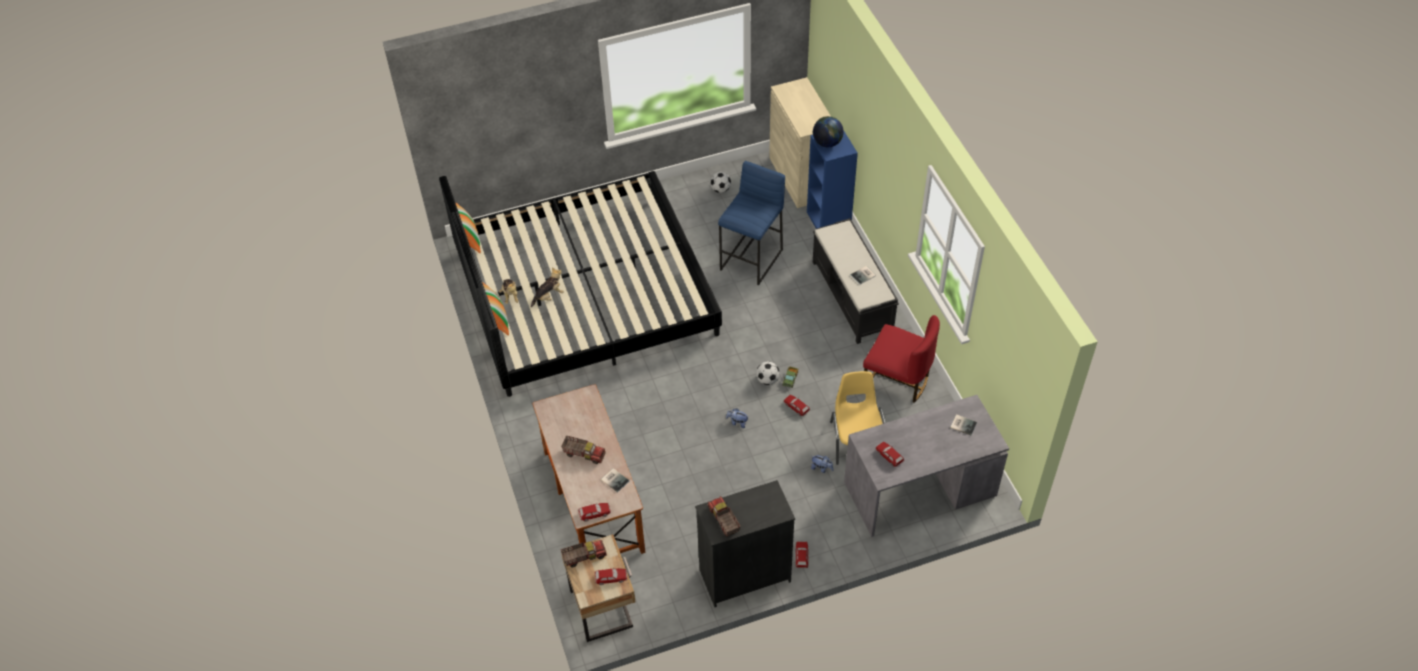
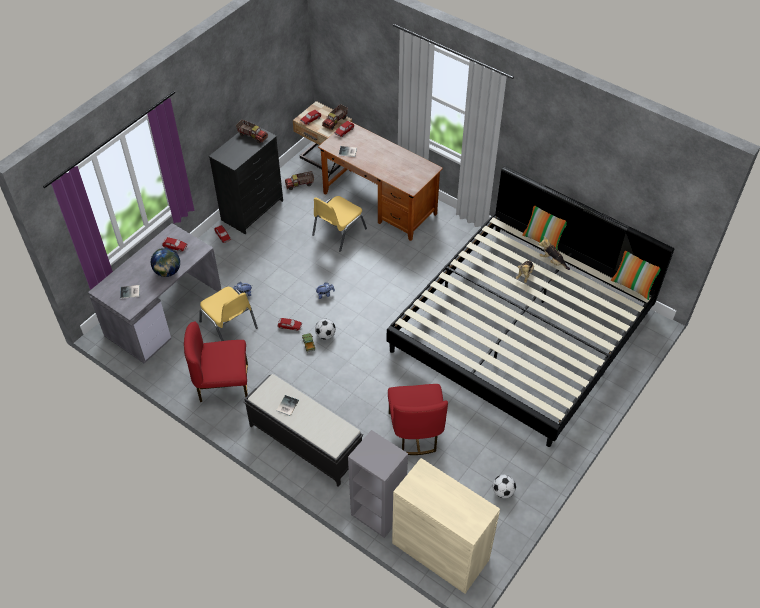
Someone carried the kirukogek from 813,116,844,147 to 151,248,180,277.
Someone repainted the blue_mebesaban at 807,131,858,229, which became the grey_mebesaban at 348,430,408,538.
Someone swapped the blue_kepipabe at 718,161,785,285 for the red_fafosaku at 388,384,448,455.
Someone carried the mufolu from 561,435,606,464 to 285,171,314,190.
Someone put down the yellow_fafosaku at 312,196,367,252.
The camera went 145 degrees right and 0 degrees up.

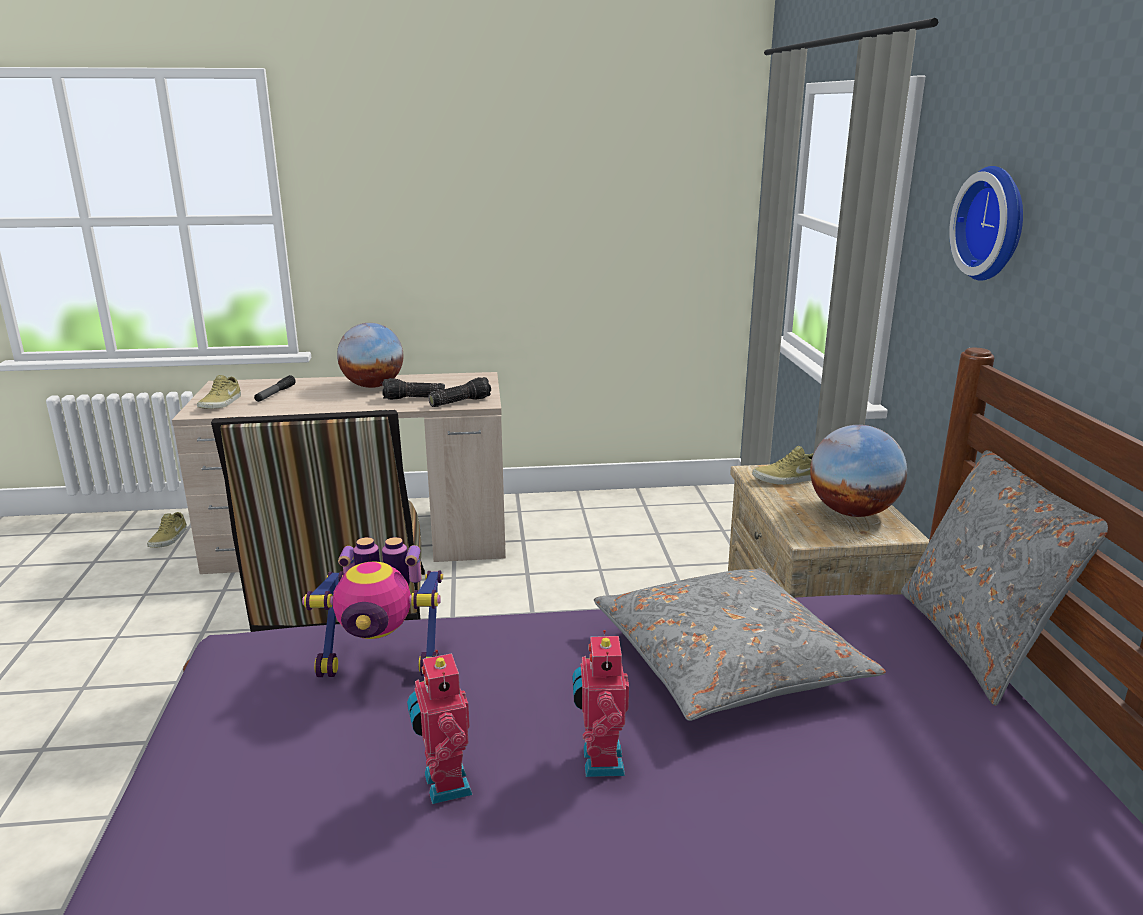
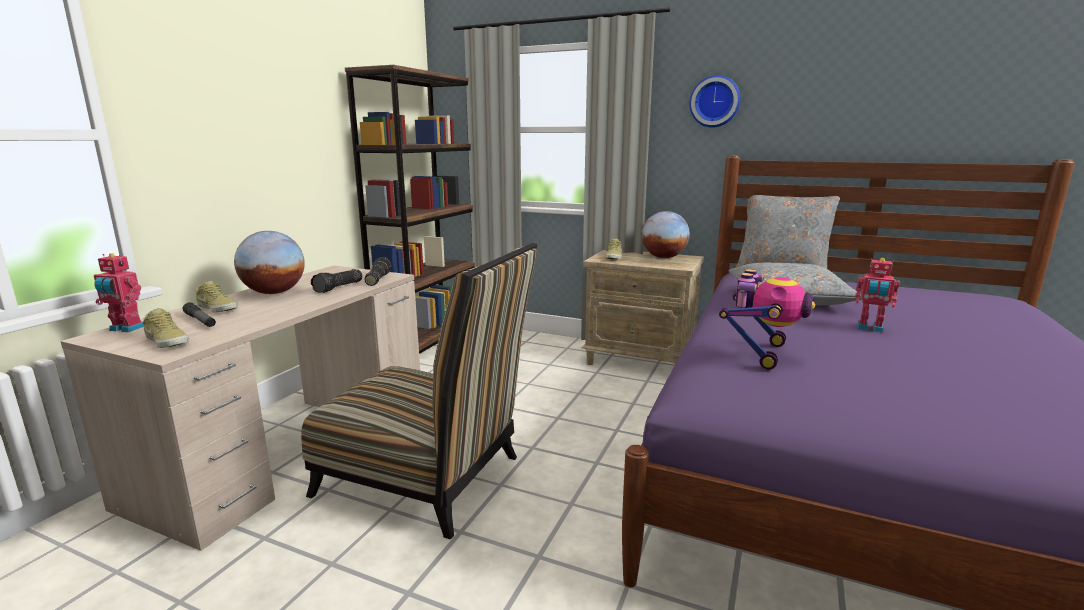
Someone carried the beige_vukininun from 147,512,187,548 to 196,281,238,313.
Someone carried the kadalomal from 407,650,473,804 to 94,253,144,332.
Someone put down the brown_mebesaban at 345,65,475,354.
The camera went 60 degrees left and 5 degrees down.

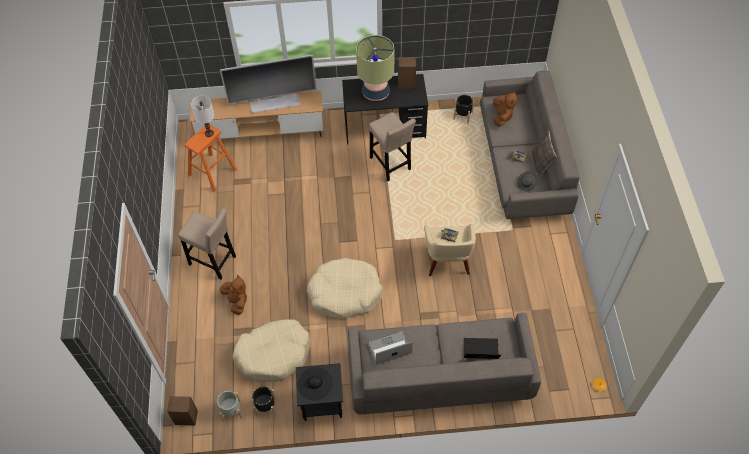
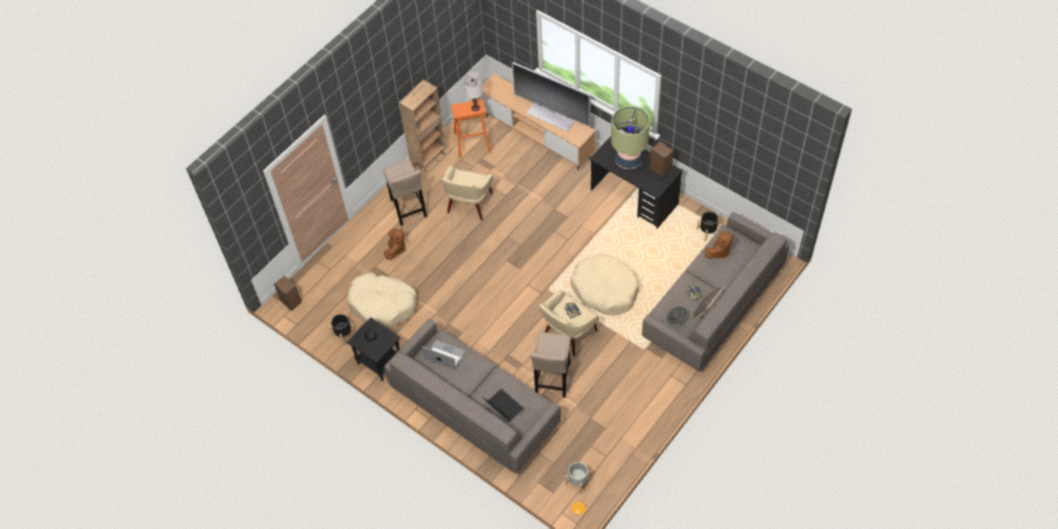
Someone carried the beige_kepipabe from 369,112,416,181 to 530,332,570,398.
Someone carried the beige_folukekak from 307,258,383,319 to 571,254,639,315.
Someone carried the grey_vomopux from 217,391,243,422 to 565,462,591,494.
Someone put down the brown_mebesaban at 399,80,446,173.
Someone put down the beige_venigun at 441,166,493,221.
The camera went 45 degrees right and 0 degrees up.

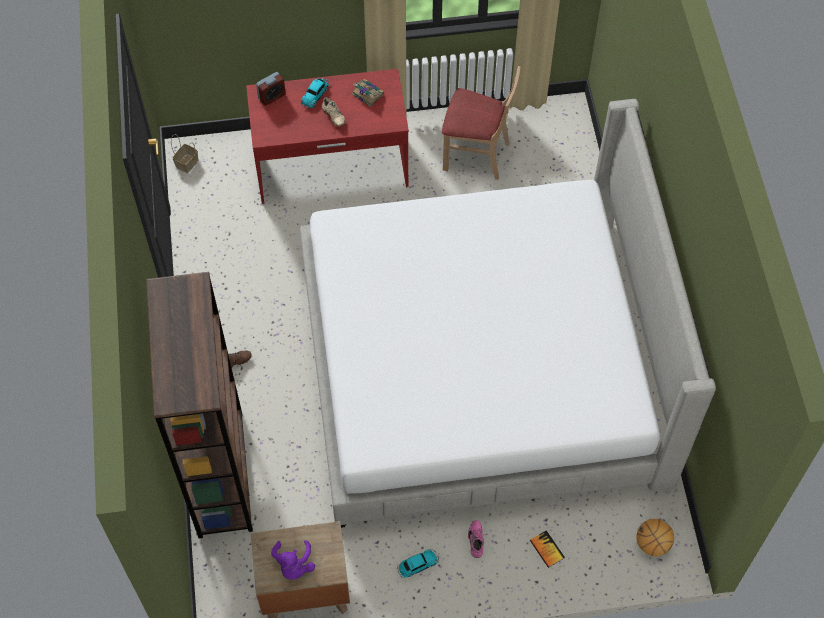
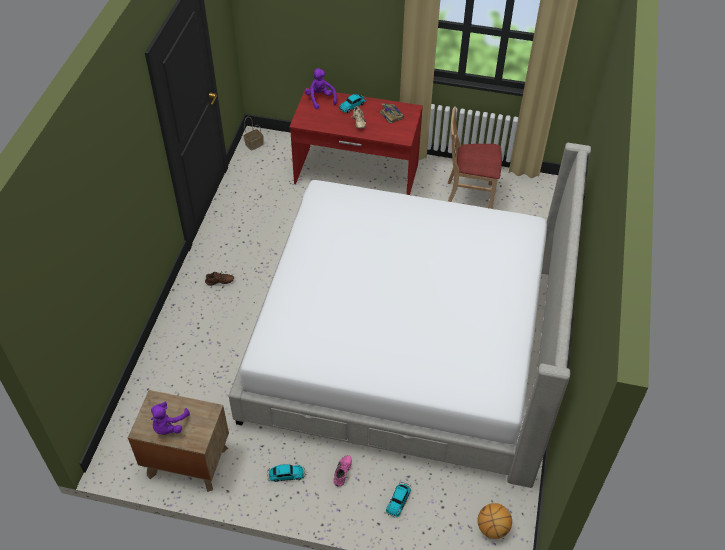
Someone rotated the beige_fafosaku at 442,66,521,180 by 150 degrees clockwise.
Someone swapped the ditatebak at 256,72,286,106 for the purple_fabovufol at 305,68,337,110.
Someone took away the brown_mebesaban at 146,272,253,538.
Someone swapped the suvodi at 530,530,565,568 for the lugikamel at 386,482,412,517.
The camera went 20 degrees right and 10 degrees down.

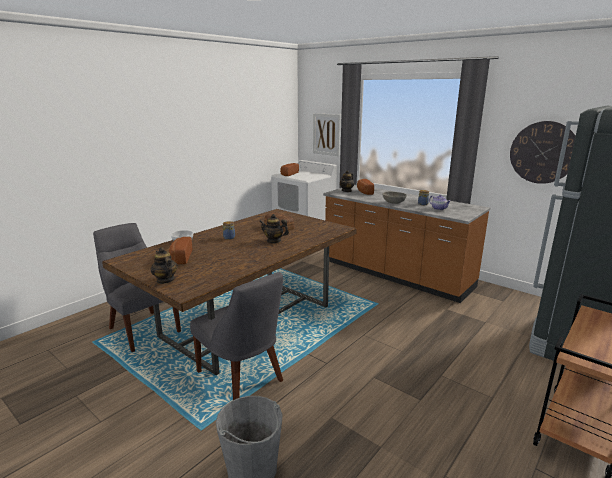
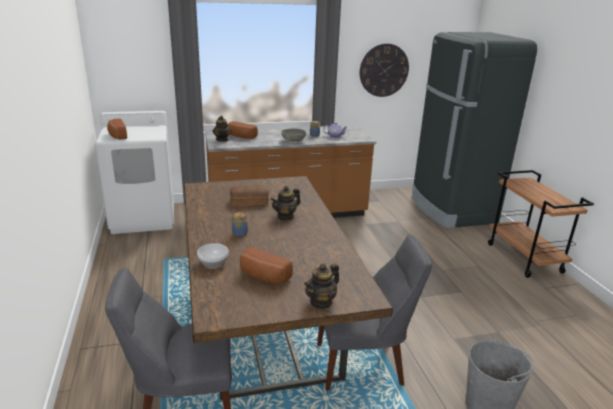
Someone took away the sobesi at 313,113,341,156.
Someone rotated the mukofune at 150,247,178,284 by 45 degrees counterclockwise.
The camera went 55 degrees left and 5 degrees up.

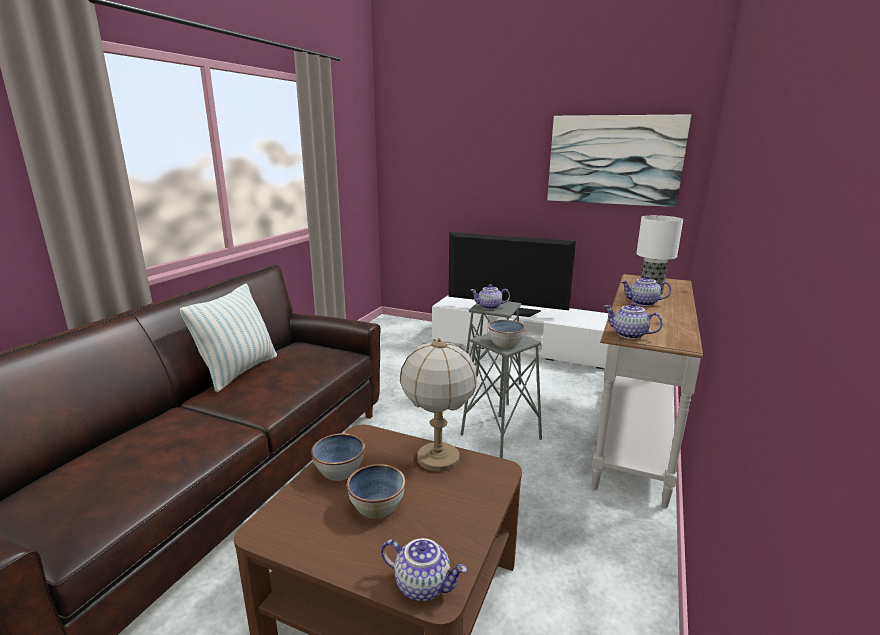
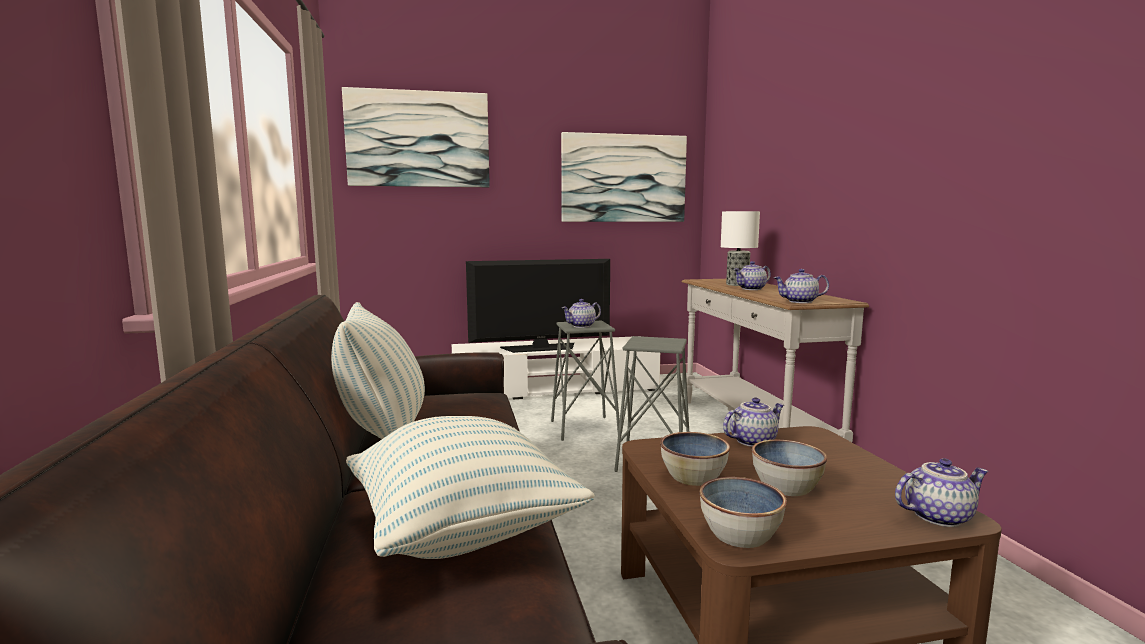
Someone carried the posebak from 488,320,525,348 to 700,477,787,548.
Someone swapped the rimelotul at 400,338,477,472 for the mukofune at 723,398,784,447.
Someone put up the sobesi at 342,87,490,187.
Someone put down the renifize at 346,416,595,559.
The camera went 35 degrees left and 10 degrees down.

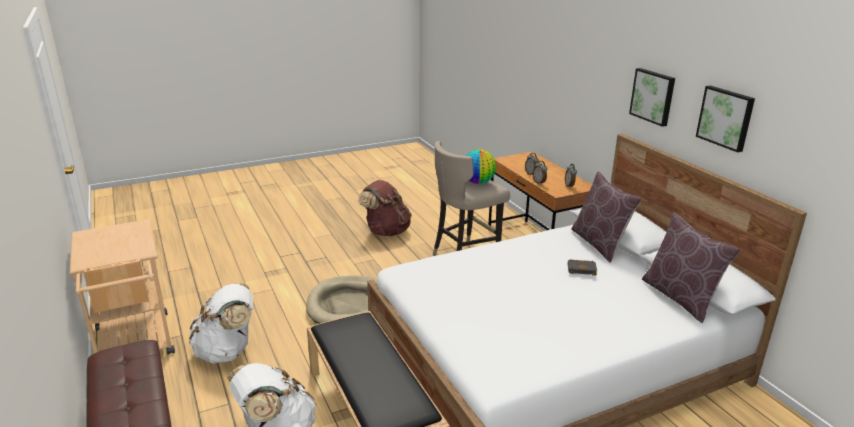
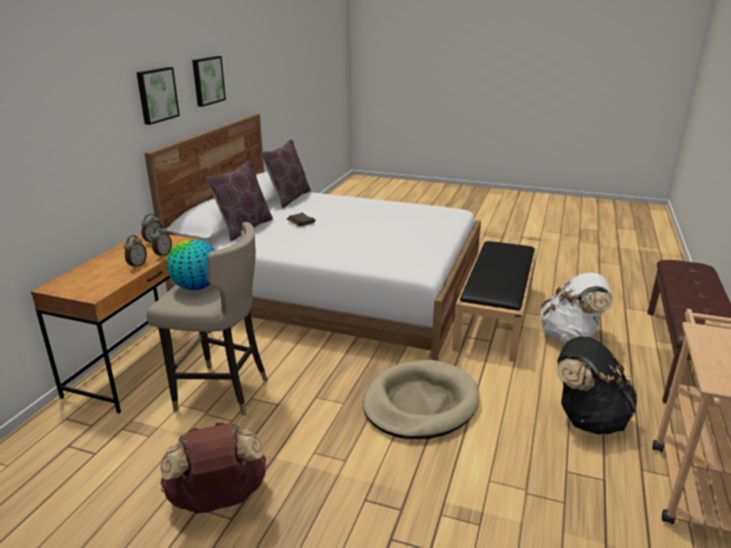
Someone repainted the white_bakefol at 189,283,253,363, which became the black_bakefol at 557,335,637,435.
The camera went 135 degrees left and 0 degrees up.

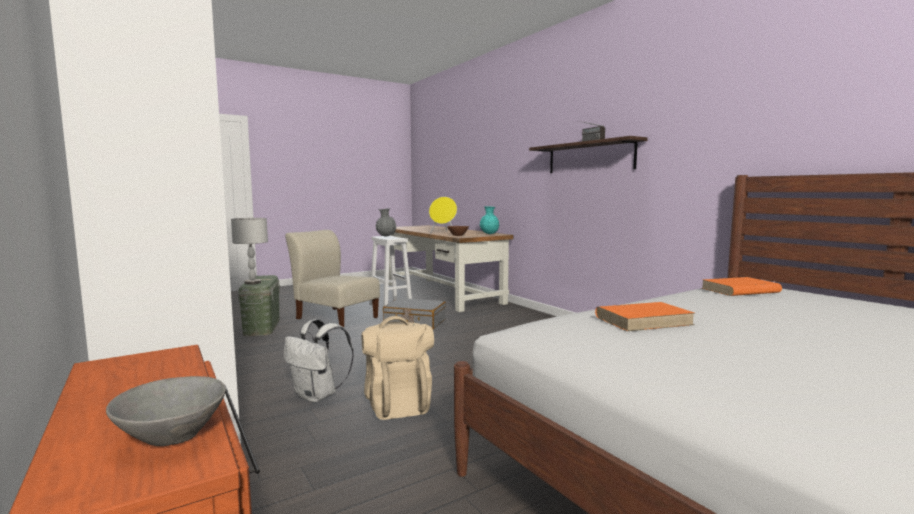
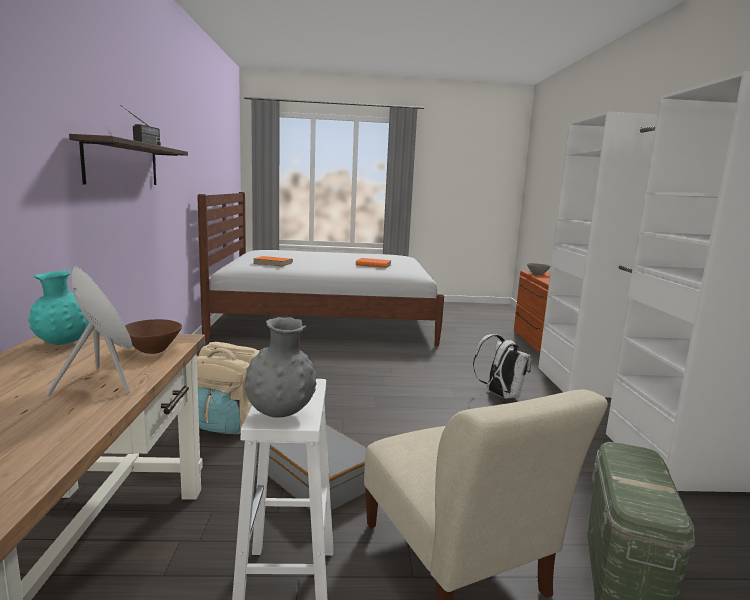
Someone took away the grey_rimelotul at 231,218,268,285.
Someone carried the beige_bakefol from 362,316,434,420 to 197,342,260,435.
The camera went 150 degrees left and 5 degrees up.

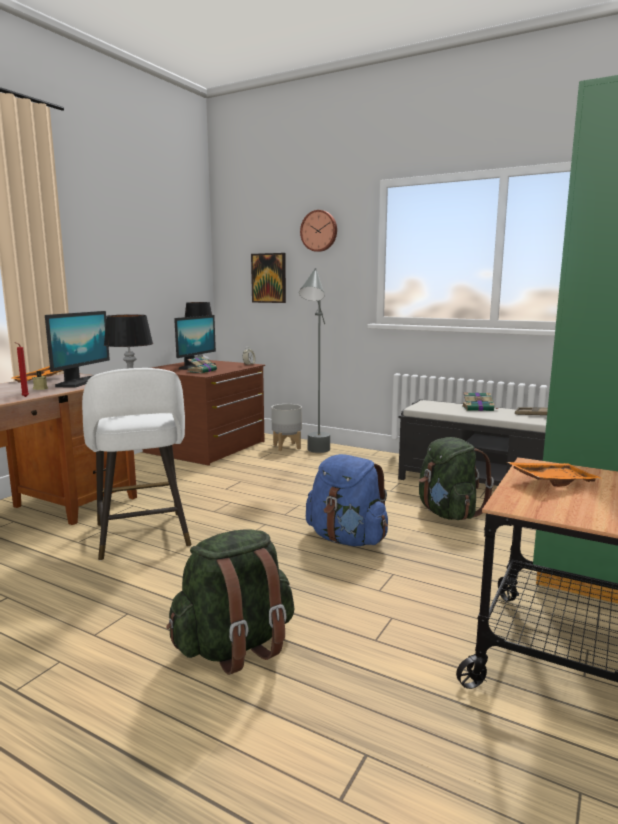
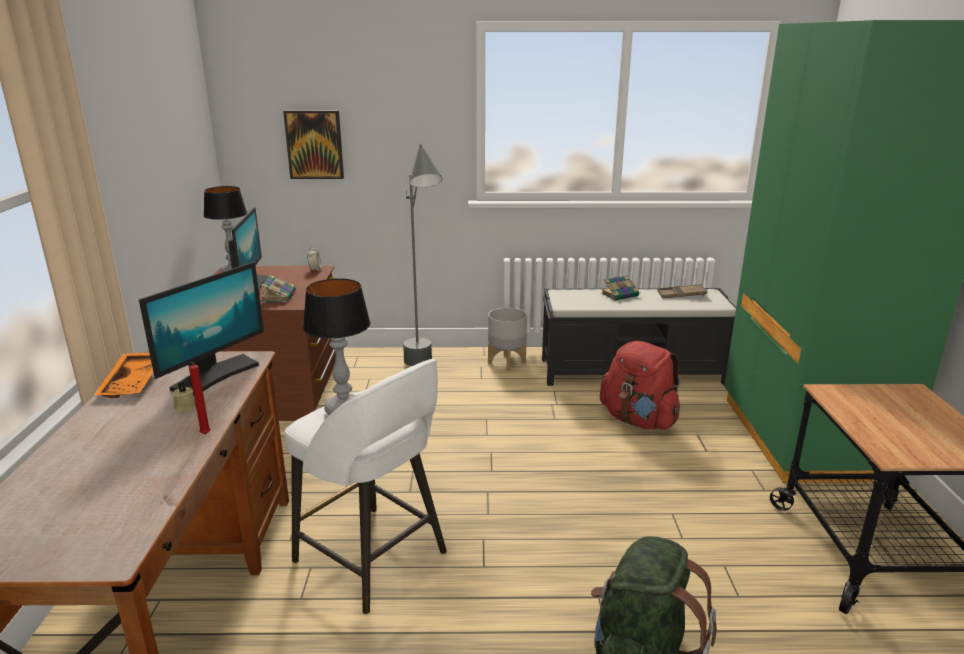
Someone took away the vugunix at 300,210,337,252.
Someone rotated the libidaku at 45,311,110,388 by 45 degrees clockwise.
Someone carried the grey_vomopux from 271,404,302,451 to 488,307,527,371.
Someone repainted the green_bakefol at 419,437,494,520, which became the red_bakefol at 600,341,681,430.
Someone took away the blue_bakefol at 306,454,388,546.
Someone took away the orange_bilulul at 507,462,603,487.
The camera went 30 degrees left and 10 degrees up.

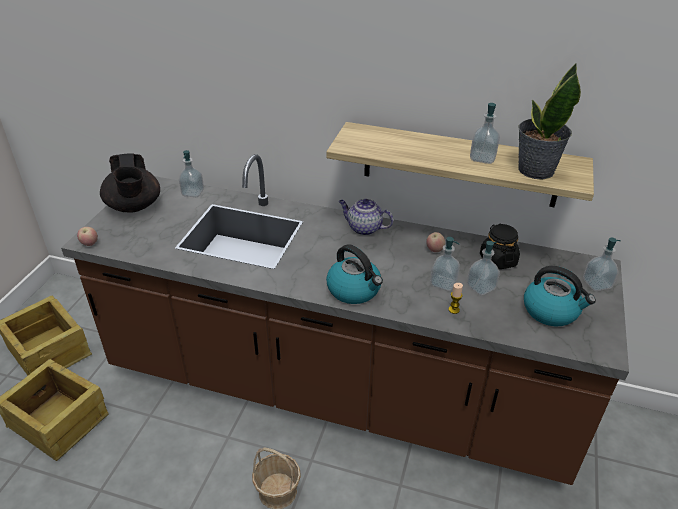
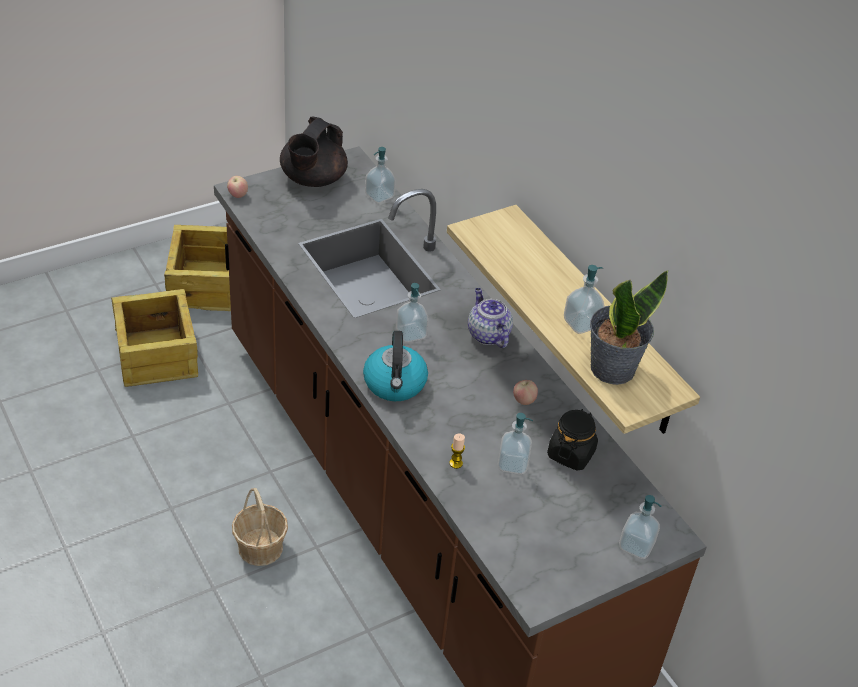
Someone carried the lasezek from 430,237,460,291 to 396,283,429,342.
Someone took away the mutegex at 524,266,596,326.
The camera went 40 degrees right and 5 degrees up.

